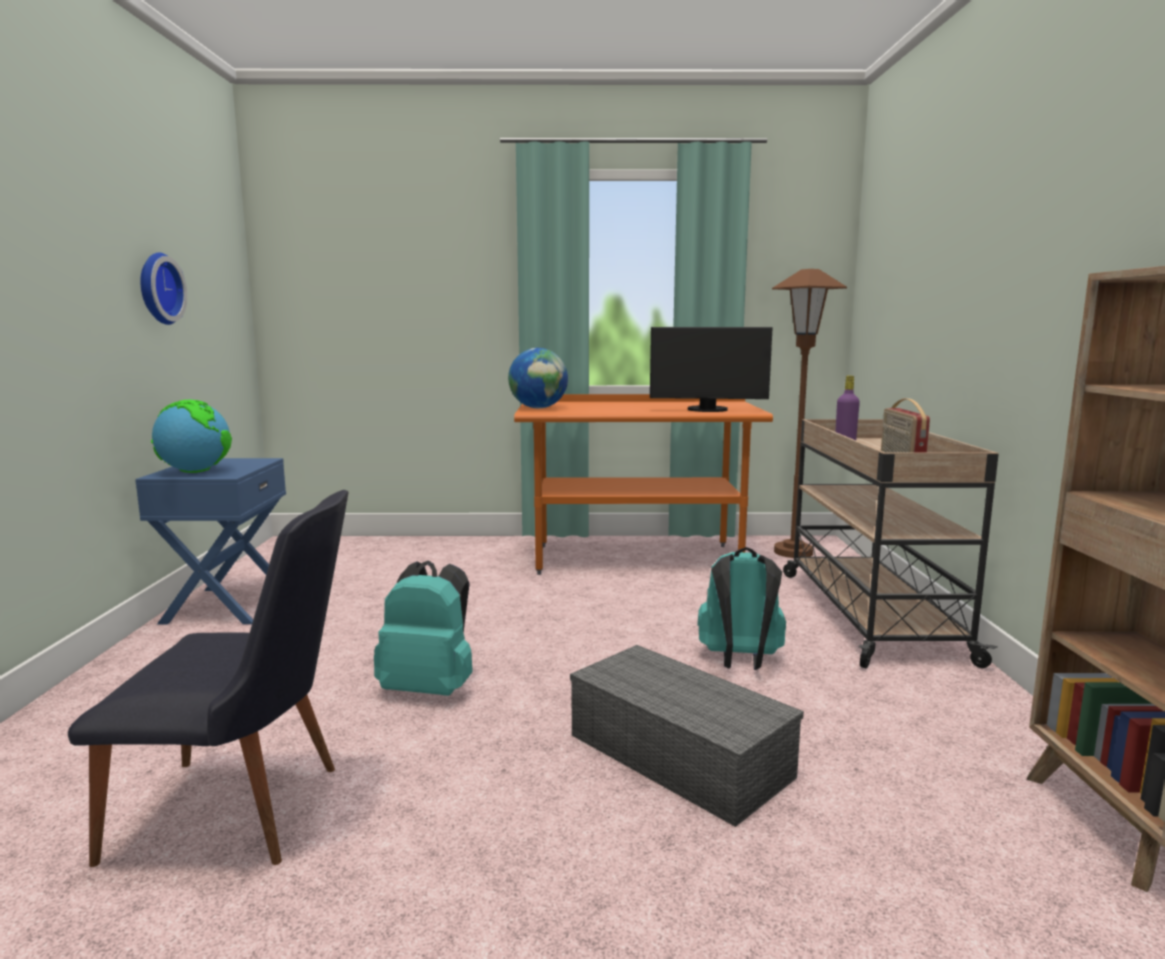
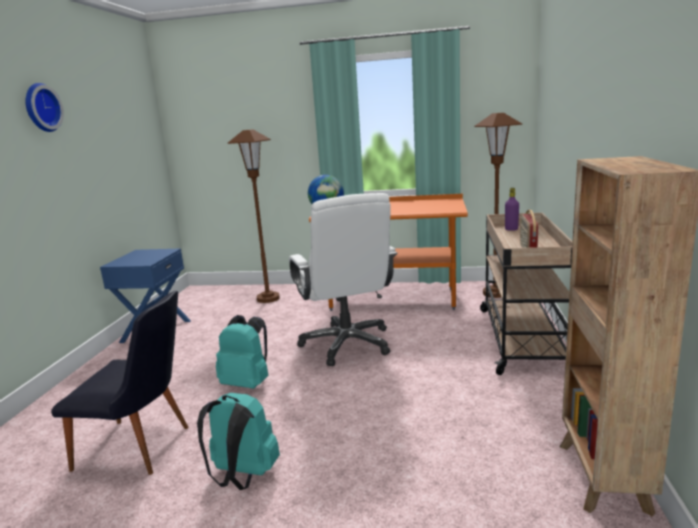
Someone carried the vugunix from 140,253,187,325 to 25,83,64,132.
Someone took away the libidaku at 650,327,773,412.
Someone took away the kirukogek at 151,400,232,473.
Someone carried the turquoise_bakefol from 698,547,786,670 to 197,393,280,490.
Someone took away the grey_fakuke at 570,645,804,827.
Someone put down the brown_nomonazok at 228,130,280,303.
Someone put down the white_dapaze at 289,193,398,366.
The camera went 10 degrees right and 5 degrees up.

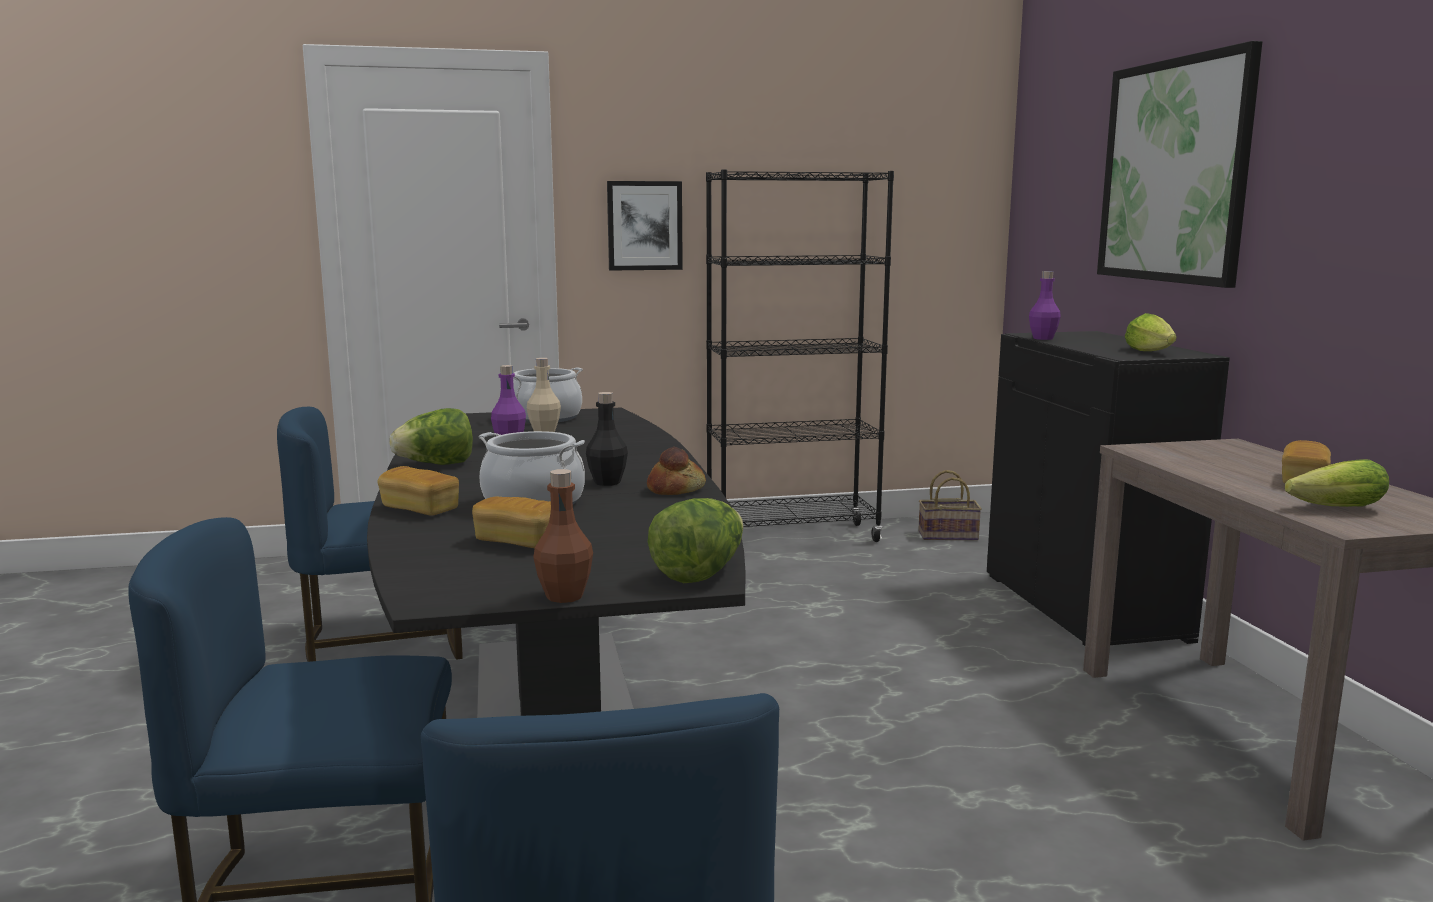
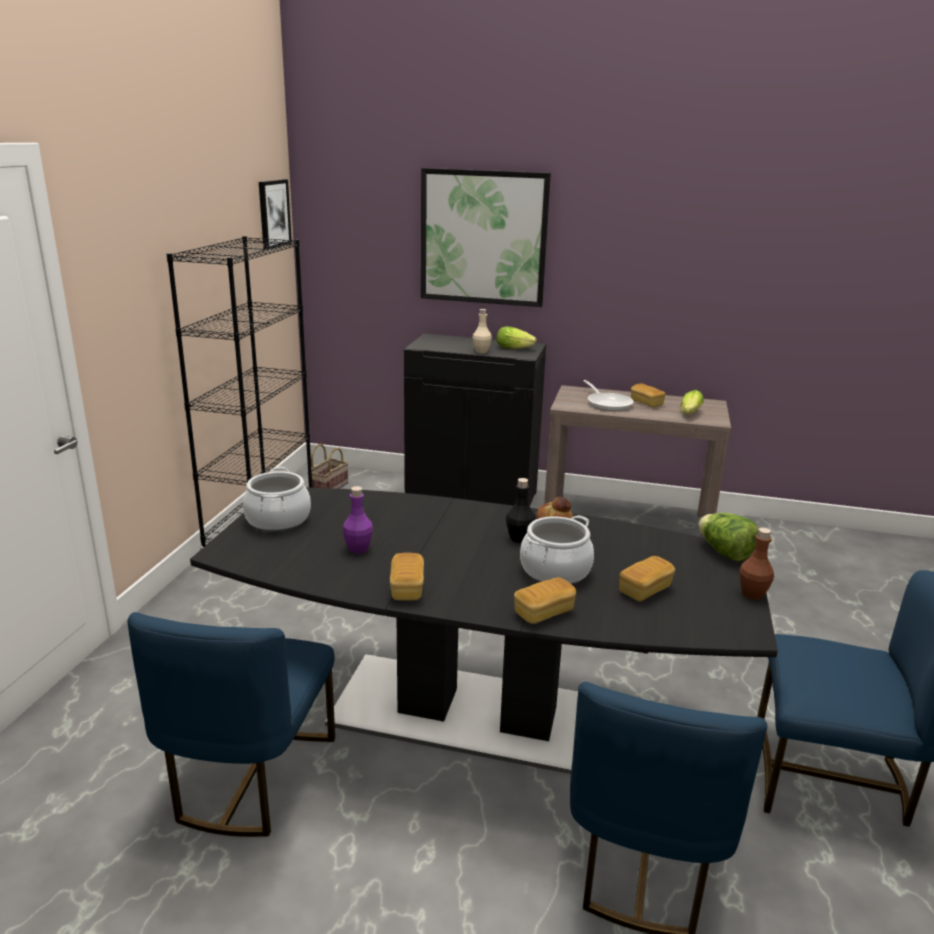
Someone carried the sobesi from 607,181,683,271 to 259,179,292,249.
Someone took away the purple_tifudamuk at 1029,271,1061,340.
Someone carried the beige_tifudamuk from 527,358,561,432 to 472,309,492,353.
Someone swapped the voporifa at 390,408,473,465 for the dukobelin at 390,553,424,600.
Someone put down the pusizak at 583,380,634,411.
The camera went 65 degrees left and 10 degrees up.

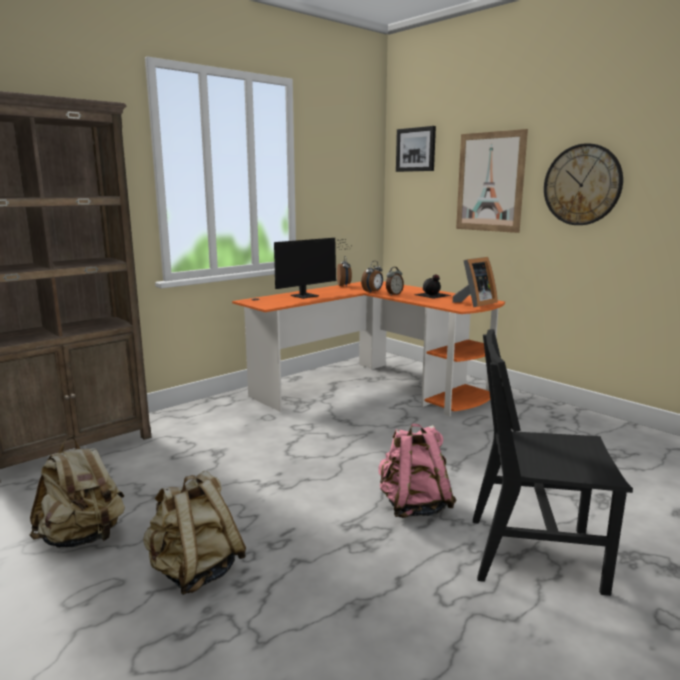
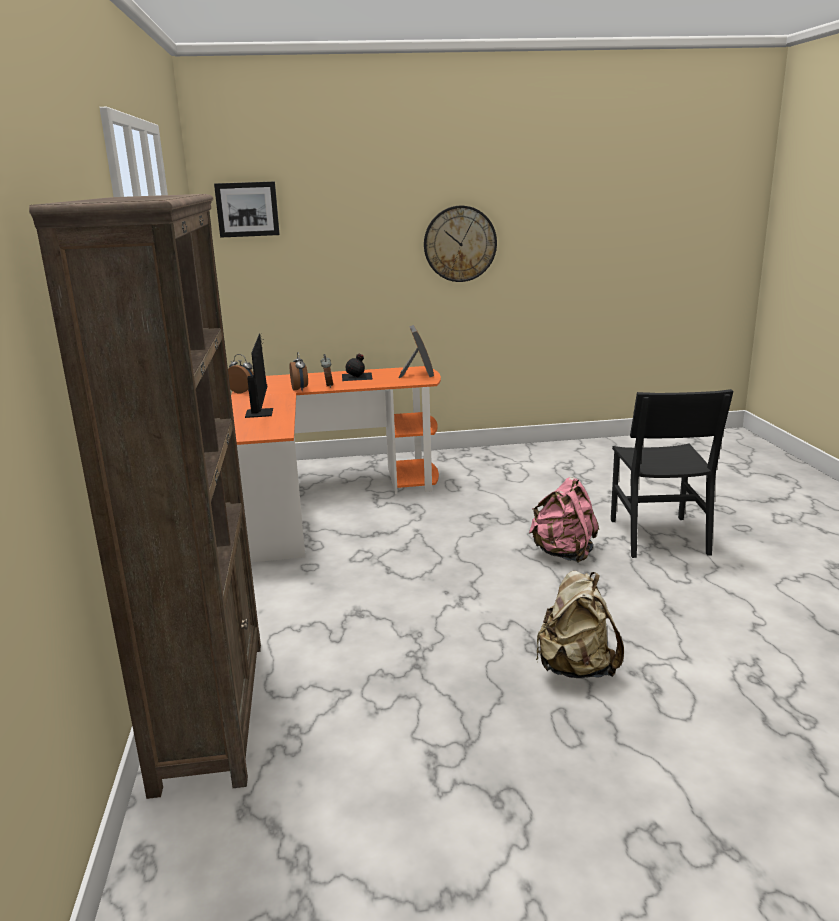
Someone took away the sobesi at 456,129,528,233.
Someone rotated the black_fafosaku at 473,329,633,596 by 45 degrees counterclockwise.
Someone took away the beige_bakefol at 30,437,125,548.
The camera went 55 degrees left and 5 degrees up.

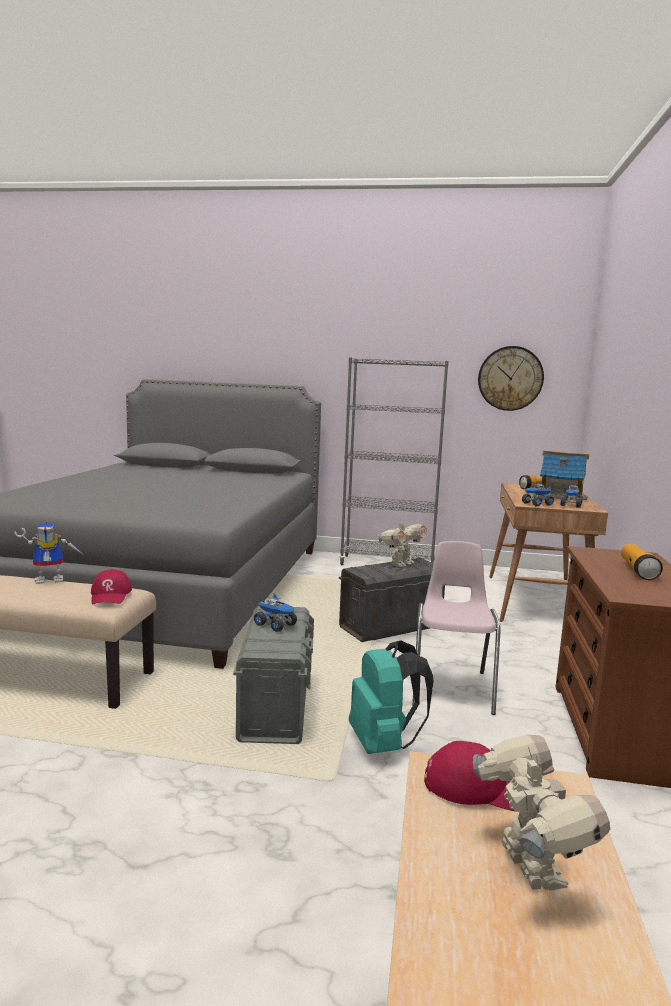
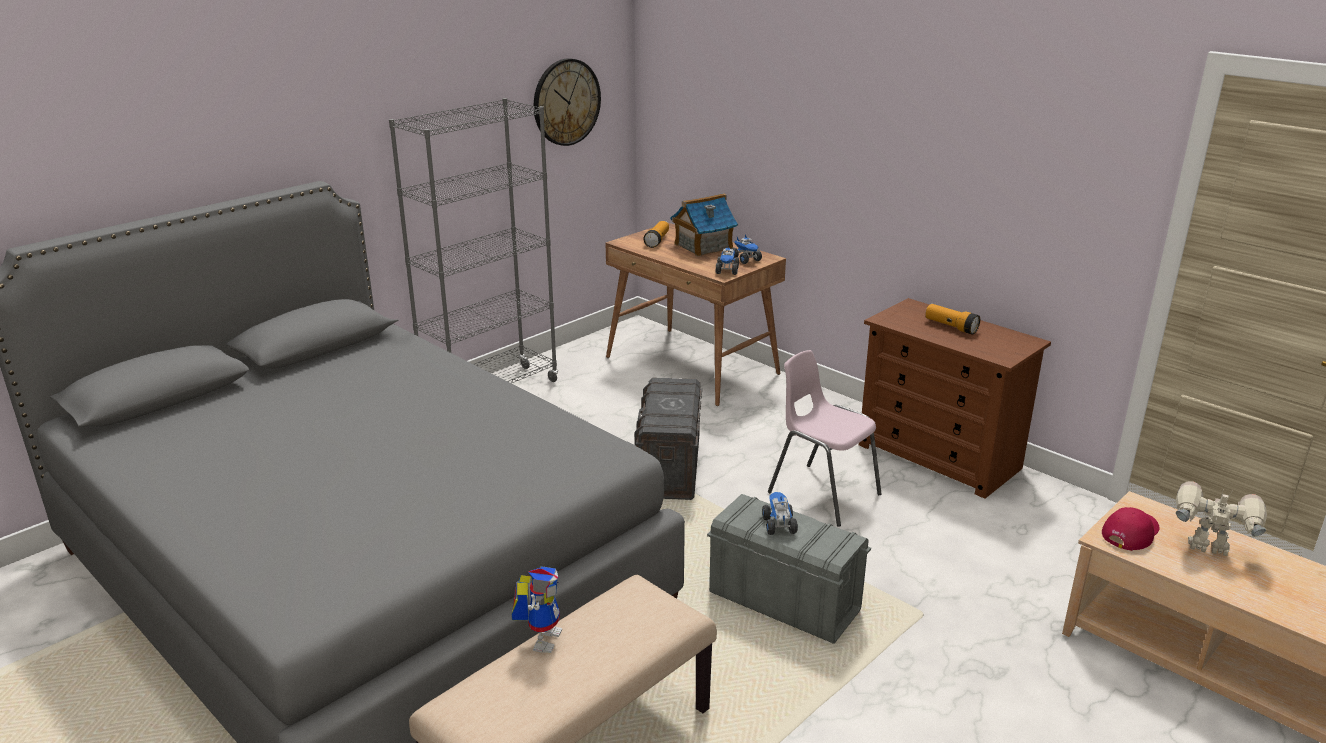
Someone took away the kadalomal at 378,518,427,567.
Someone took away the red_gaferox at 91,569,132,604.
Someone rotated the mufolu at 254,594,297,632 by 75 degrees counterclockwise.
Someone took away the turquoise_bakefol at 349,640,434,754.
The camera went 55 degrees left and 15 degrees up.

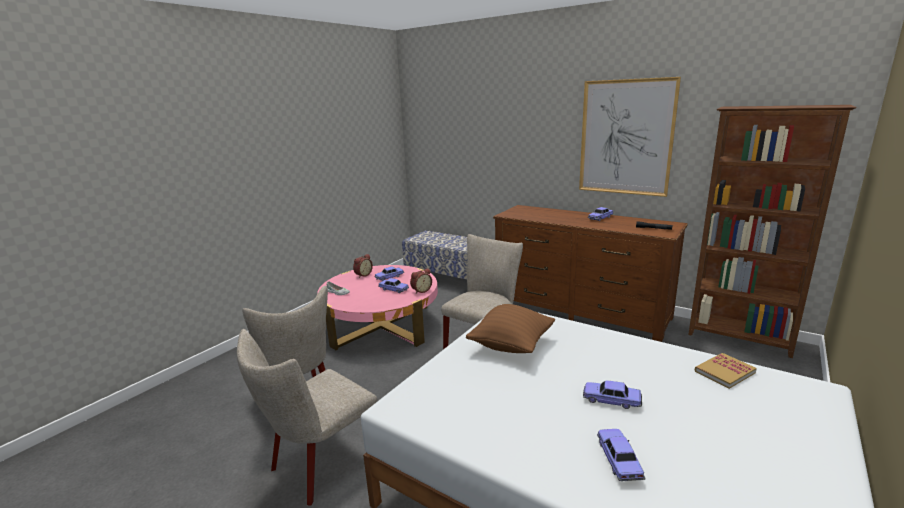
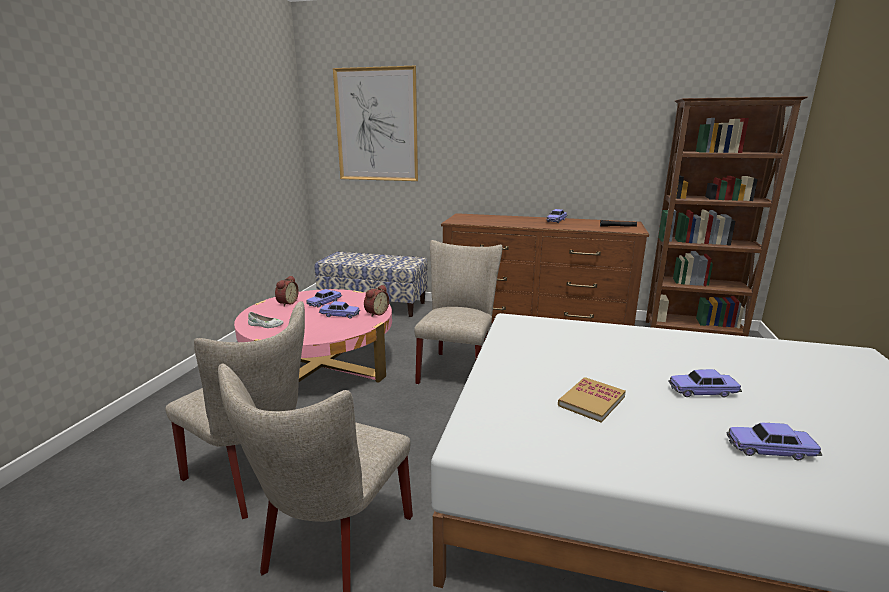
Someone carried the sobesi from 579,77,681,197 to 333,66,418,181.
Someone took away the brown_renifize at 466,304,555,353.
Someone carried the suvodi from 695,353,757,389 to 558,377,626,423.
Someone rotated the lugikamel at 597,429,646,481 by 60 degrees counterclockwise.
The camera went 20 degrees left and 0 degrees up.

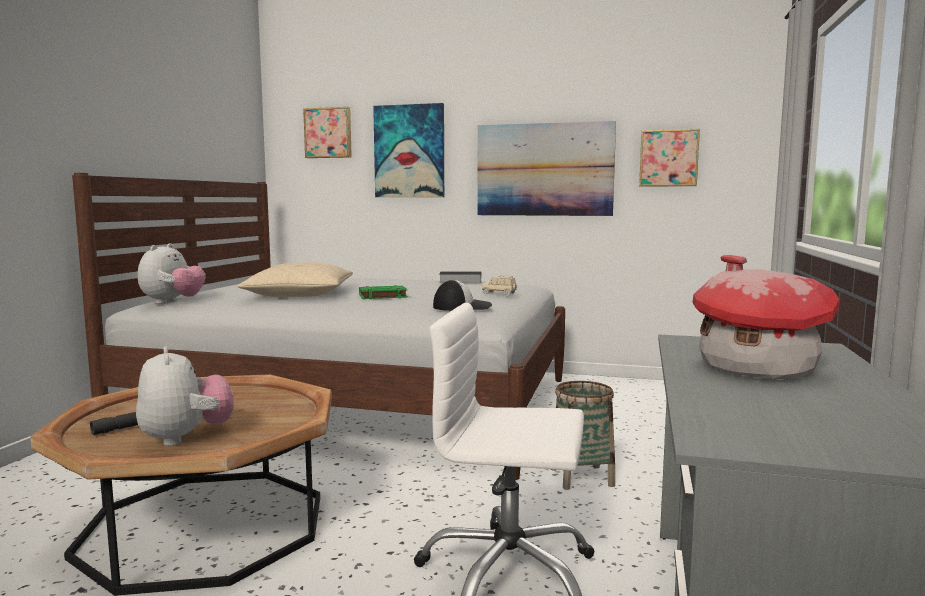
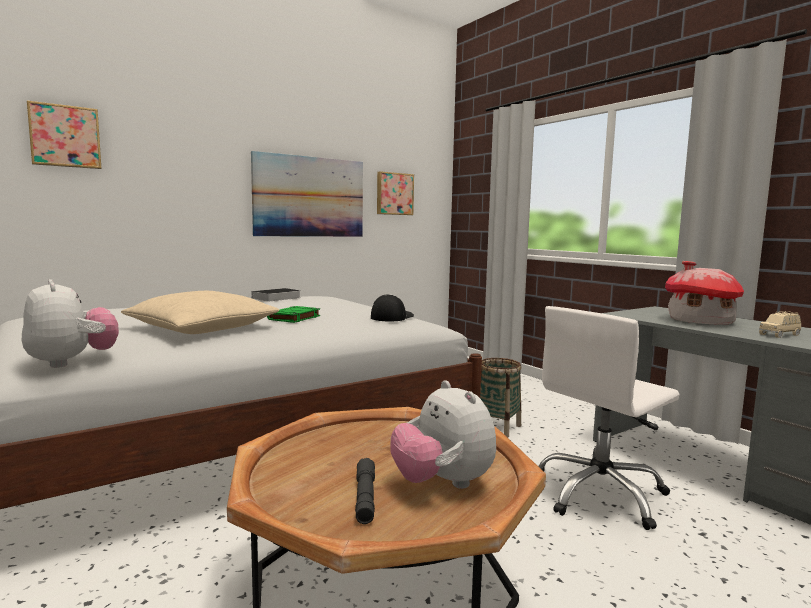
Someone took away the sobesi at 373,103,444,197.
Someone carried the beige_lugikamel from 482,275,517,295 to 759,311,801,338.
Someone rotated the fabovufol at 136,346,234,446 by 135 degrees counterclockwise.
The camera went 50 degrees left and 0 degrees up.

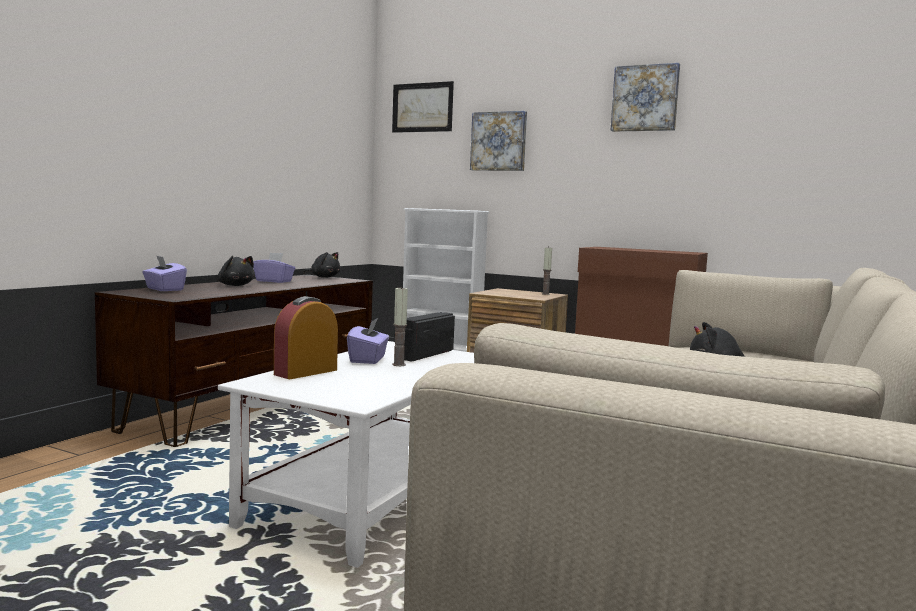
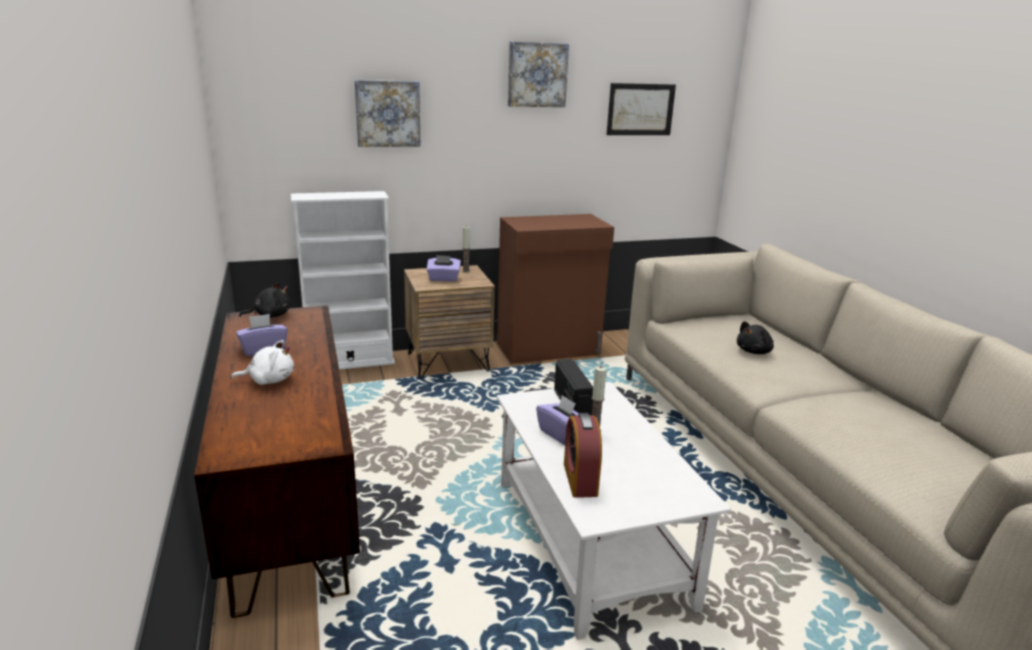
Someone carried the sobesi from 392,81,454,133 to 607,83,676,135.
Someone carried the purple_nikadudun from 142,255,187,291 to 427,255,461,281.
Someone repainted the black_fabovufol at 217,256,255,286, which became the white_fabovufol at 231,340,294,385.
The camera went 45 degrees left and 15 degrees up.

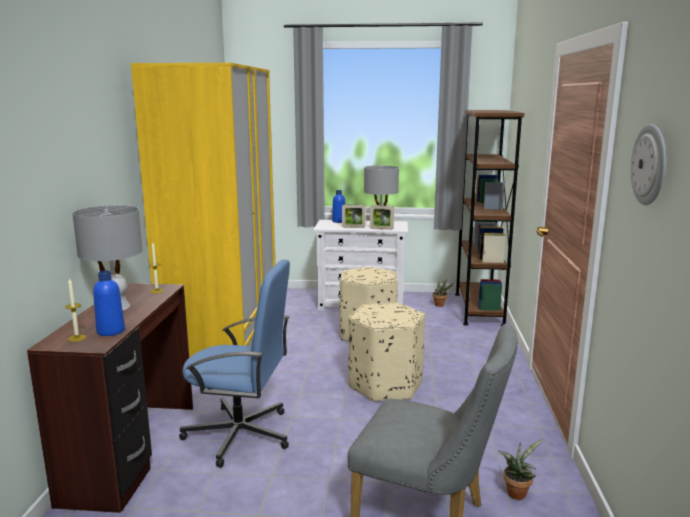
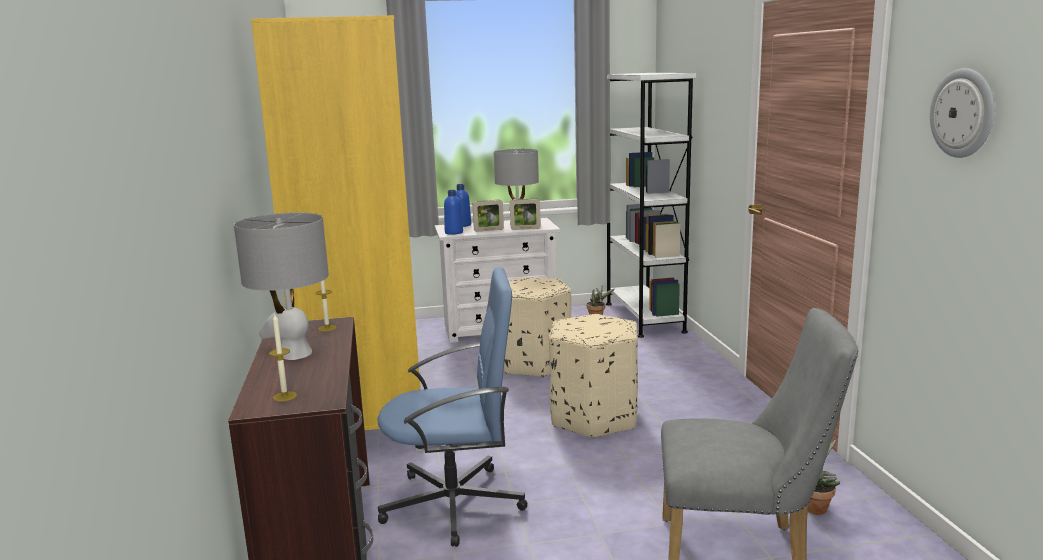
Someone repainted the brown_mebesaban at 455,110,524,326, which became the white_mebesaban at 606,73,696,338.
Someone carried the blue_tifudamuk from 93,270,125,336 to 444,190,463,235.
The camera went 15 degrees left and 0 degrees up.

